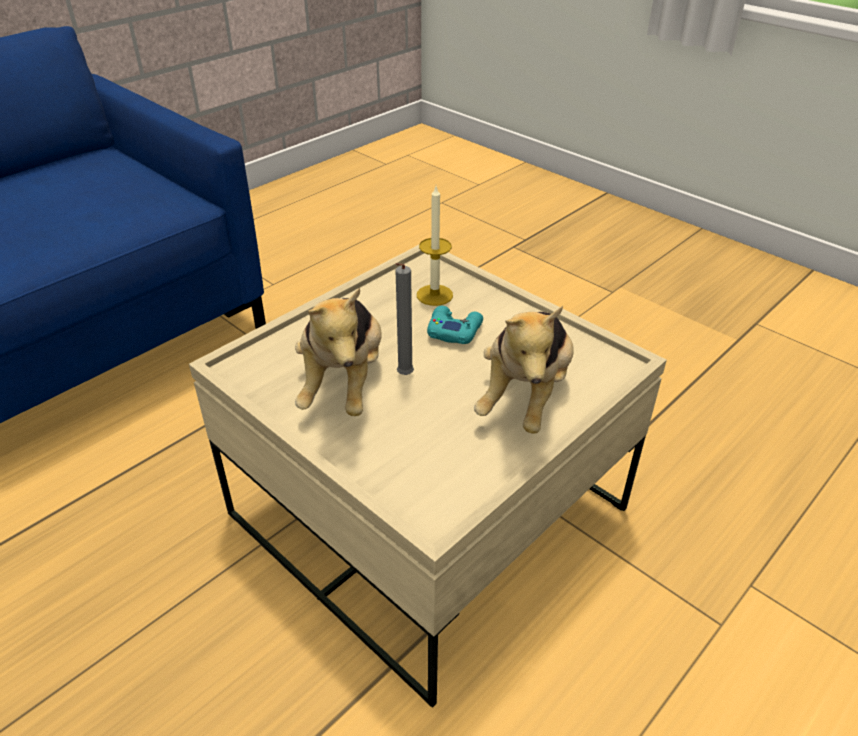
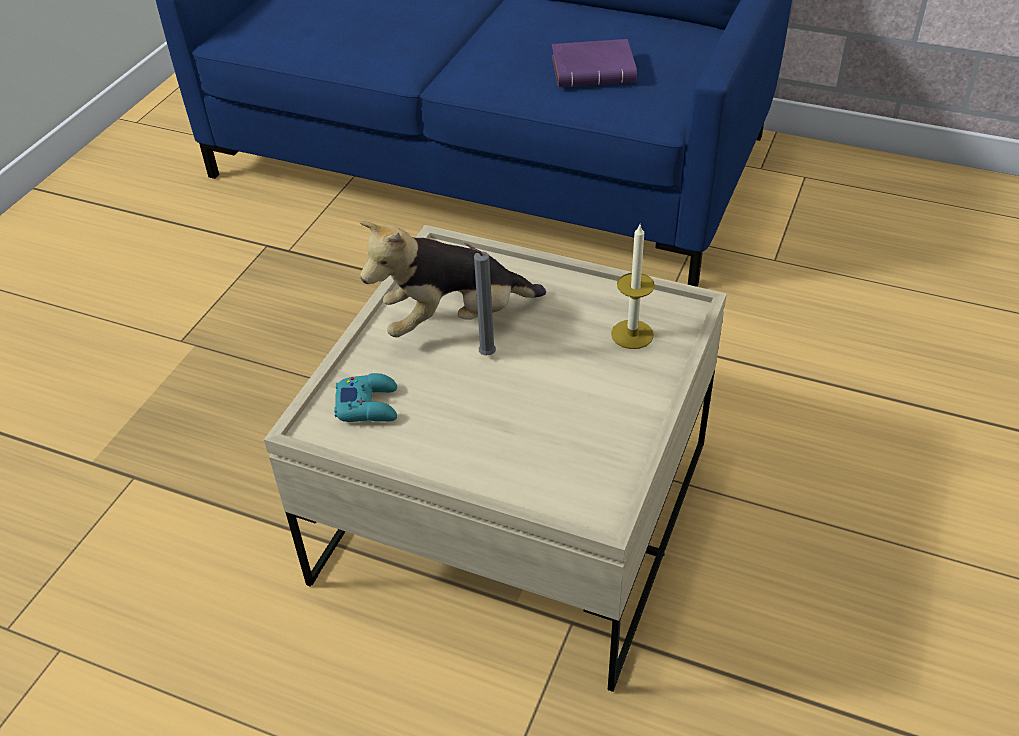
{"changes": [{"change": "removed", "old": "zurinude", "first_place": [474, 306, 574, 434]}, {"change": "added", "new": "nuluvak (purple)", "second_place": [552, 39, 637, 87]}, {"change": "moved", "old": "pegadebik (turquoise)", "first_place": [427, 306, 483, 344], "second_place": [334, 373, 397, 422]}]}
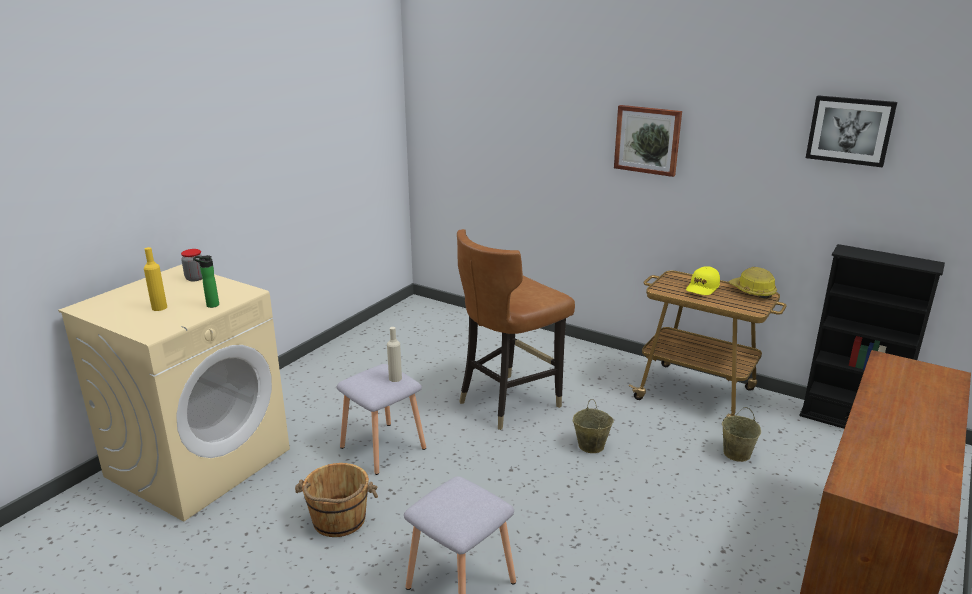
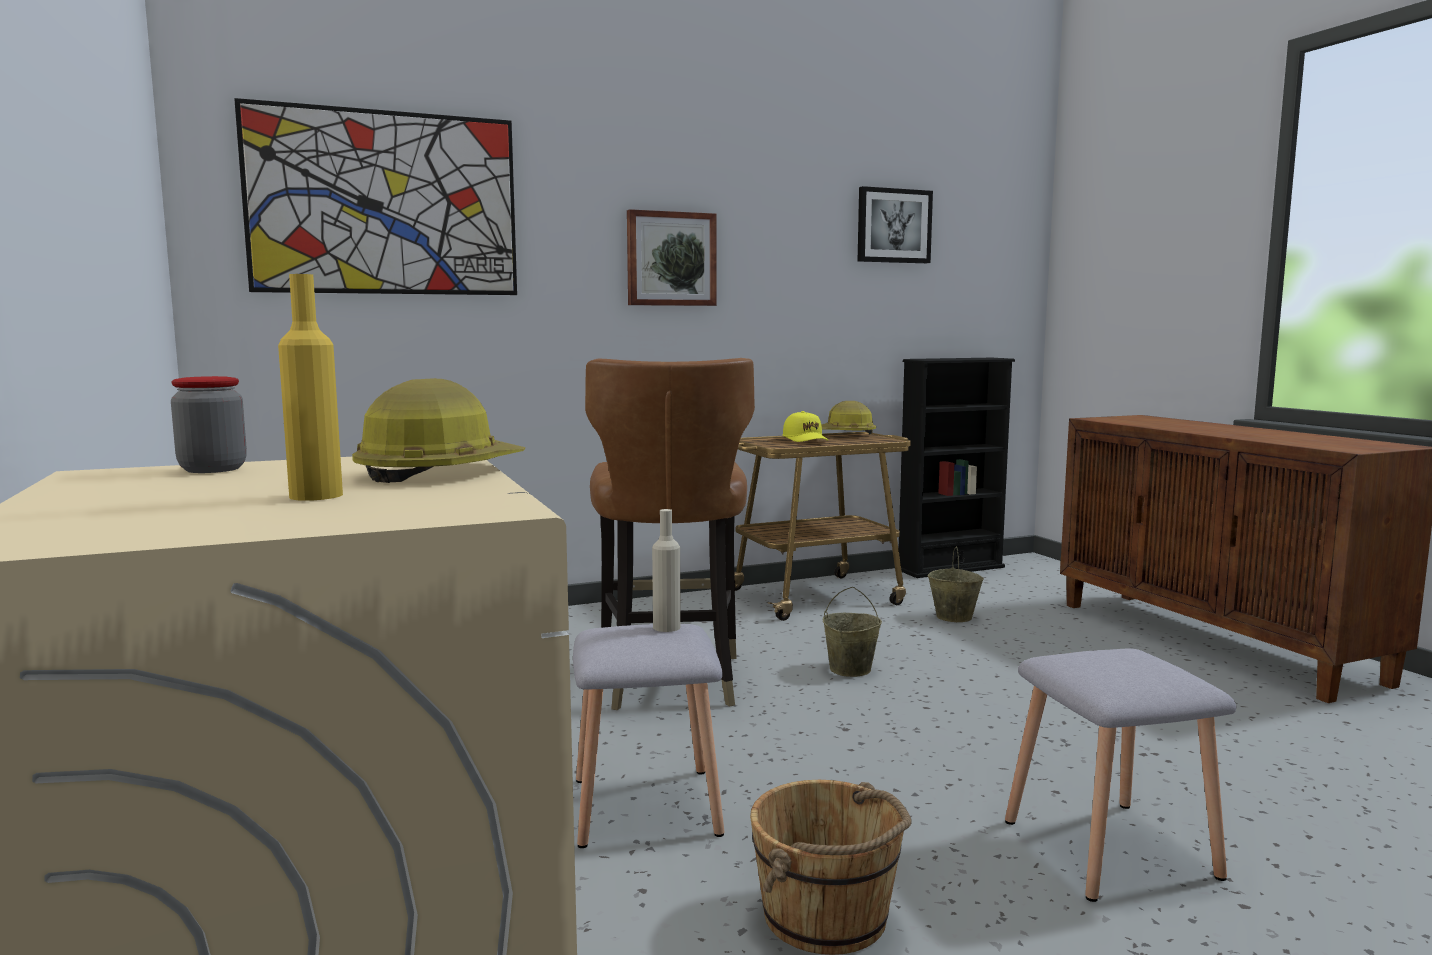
{"changes": [{"change": "added", "new": "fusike", "second_place": [234, 98, 517, 295]}, {"change": "replaced", "old": "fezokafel", "new": "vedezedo", "first_place": [193, 255, 219, 308], "second_place": [352, 378, 525, 483]}]}
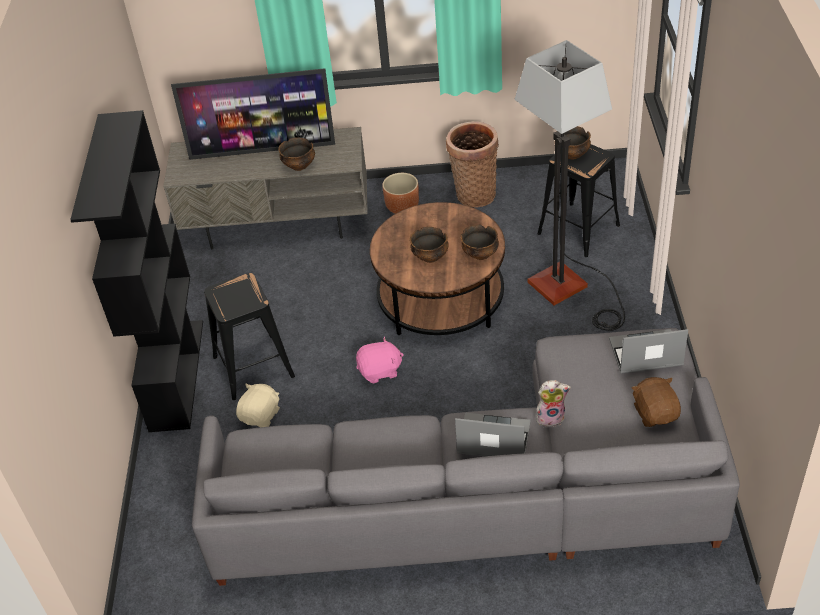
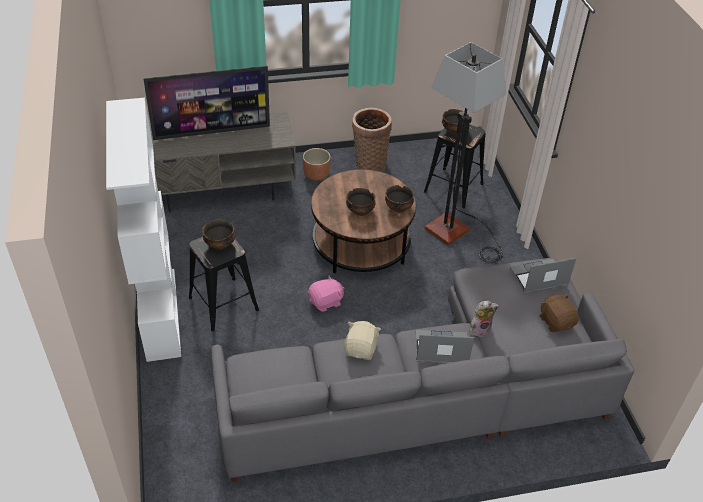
{"changes": [{"change": "moved", "old": "zurinude (beige)", "first_place": [236, 384, 280, 427], "second_place": [344, 321, 381, 360]}, {"change": "moved", "old": "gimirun", "first_place": [278, 138, 315, 171], "second_place": [202, 220, 235, 250]}, {"change": "recoloured", "old": "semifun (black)", "new": "semifun (white)", "first_place": [70, 110, 203, 432], "second_place": [106, 98, 181, 362]}]}
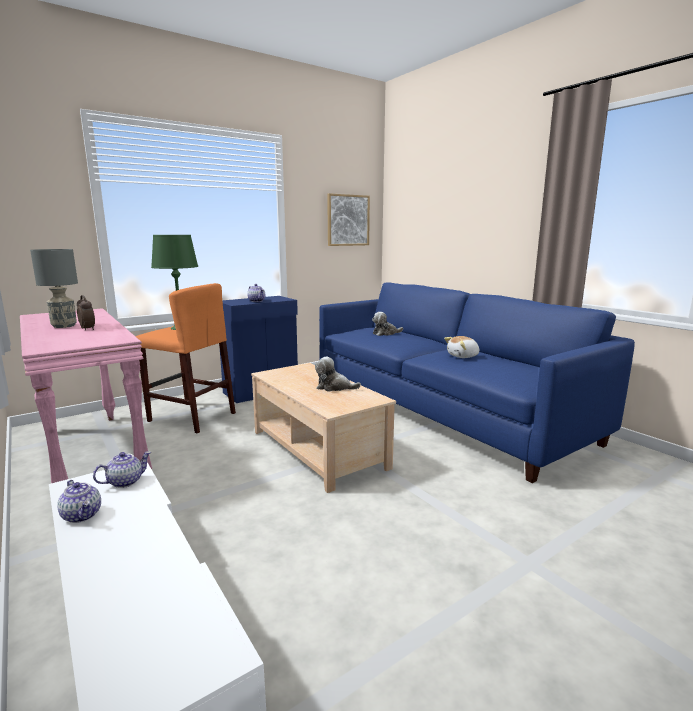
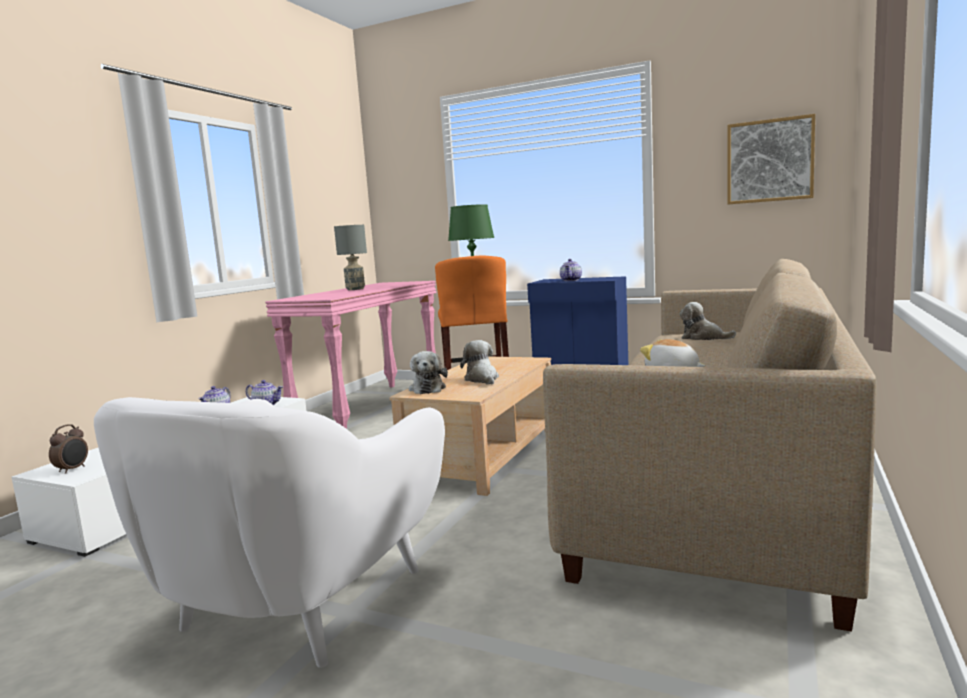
{"changes": [{"change": "added", "new": "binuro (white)", "second_place": [94, 397, 445, 668]}, {"change": "added", "new": "zurinude", "second_place": [409, 351, 448, 394]}, {"change": "moved", "old": "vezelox", "first_place": [77, 295, 95, 330], "second_place": [49, 424, 88, 474]}, {"change": "recoloured", "old": "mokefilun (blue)", "new": "mokefilun (beige)", "first_place": [319, 282, 635, 483], "second_place": [543, 259, 877, 632]}]}
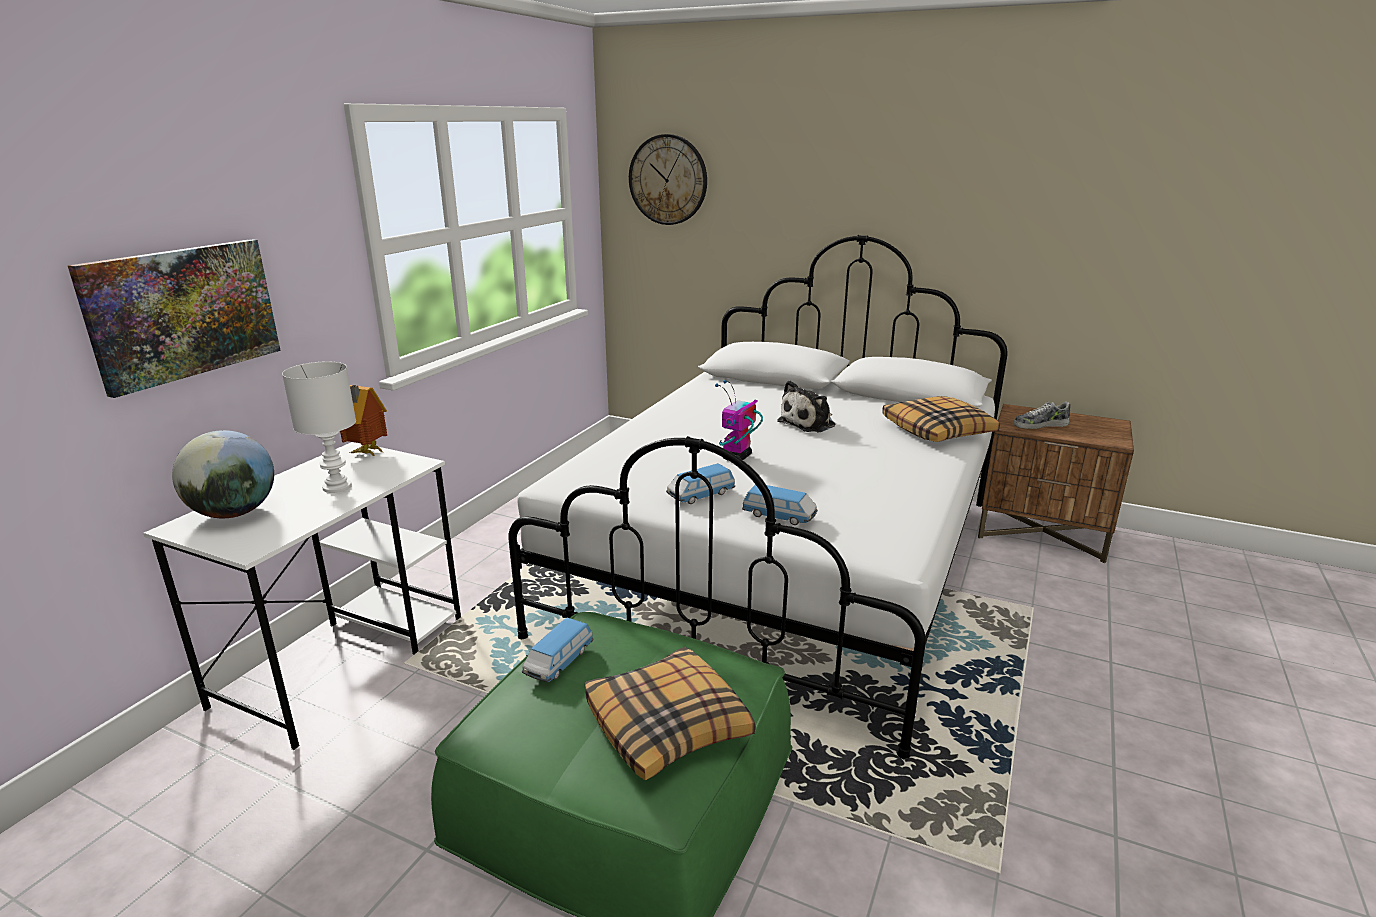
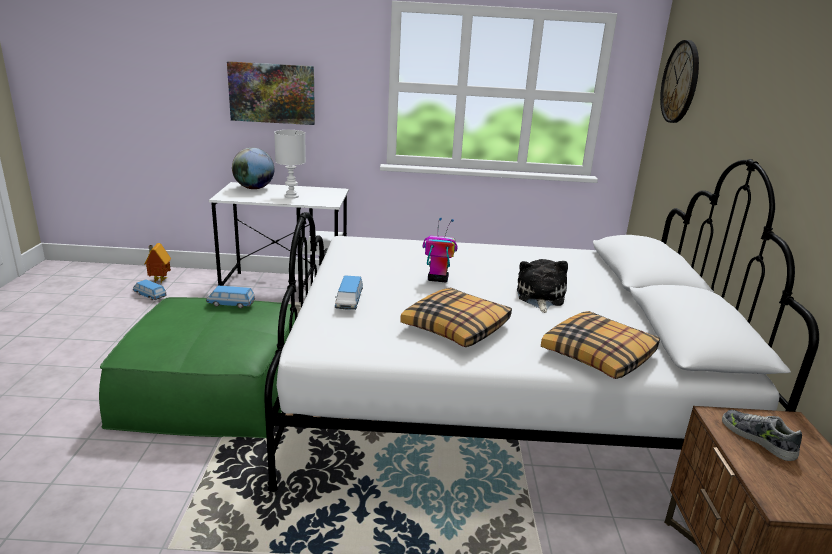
{"changes": [{"change": "moved", "old": "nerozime", "first_place": [340, 385, 387, 456], "second_place": [145, 243, 171, 283]}, {"change": "moved", "old": "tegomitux", "first_place": [585, 647, 755, 780], "second_place": [400, 287, 512, 347]}, {"change": "moved", "old": "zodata", "first_place": [666, 463, 735, 504], "second_place": [133, 280, 167, 300]}, {"change": "turned", "old": "zurinude", "first_place": [777, 380, 835, 432], "second_place": [517, 259, 568, 313], "degrees": 75}]}
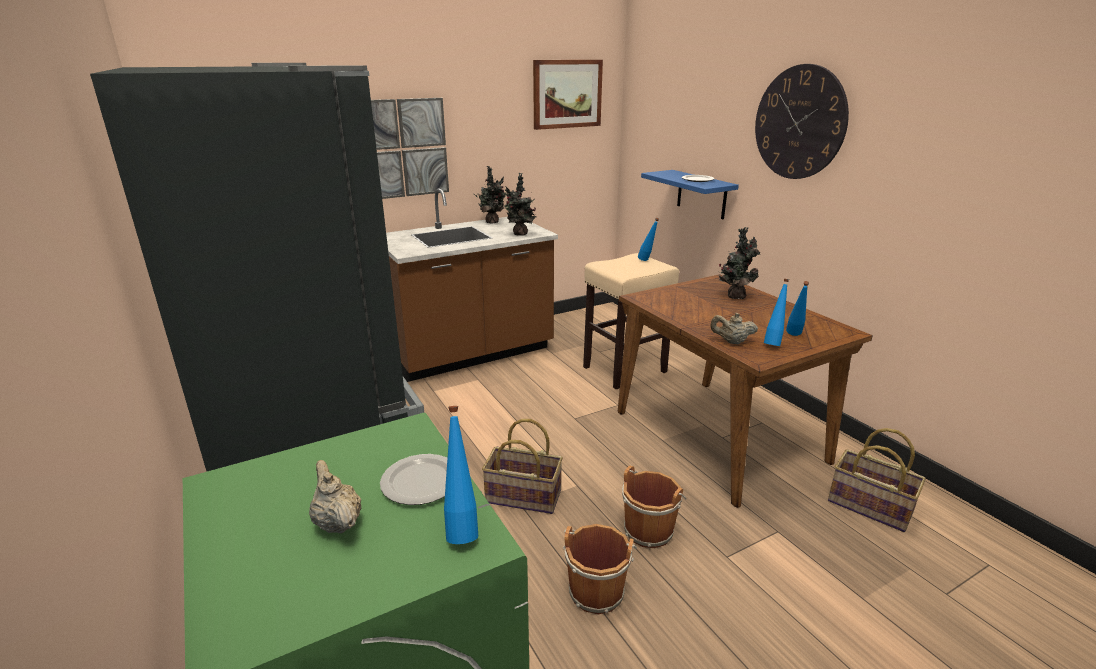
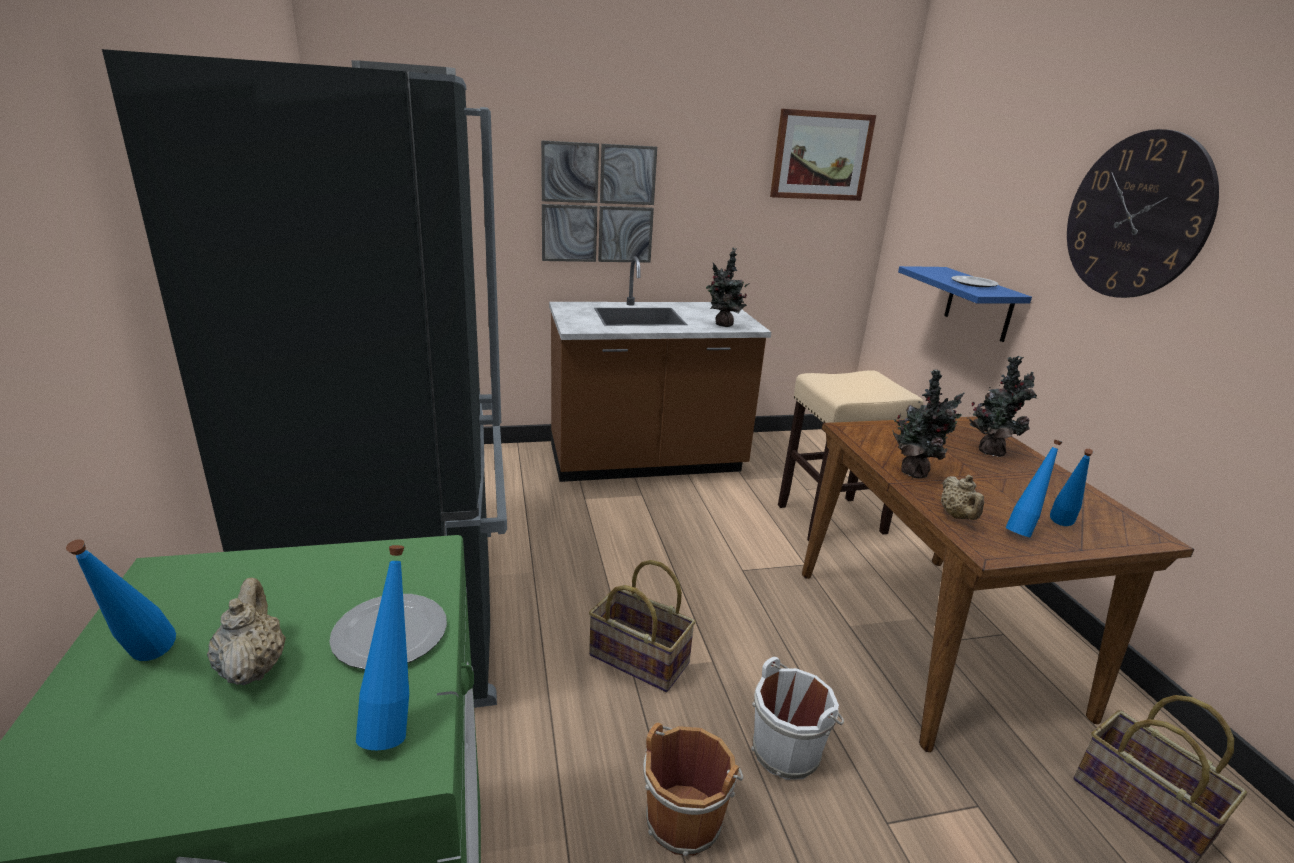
{"changes": [{"change": "moved", "old": "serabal", "first_place": [474, 166, 507, 224], "second_place": [892, 369, 964, 478]}, {"change": "moved", "old": "fezokafel (blue)", "first_place": [638, 218, 659, 261], "second_place": [66, 539, 176, 661]}, {"change": "recoloured", "old": "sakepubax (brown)", "new": "sakepubax (white)", "first_place": [622, 465, 687, 548], "second_place": [751, 657, 844, 780]}, {"change": "turned", "old": "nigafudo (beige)", "first_place": [710, 313, 758, 344], "second_place": [941, 475, 984, 520], "degrees": -120}]}
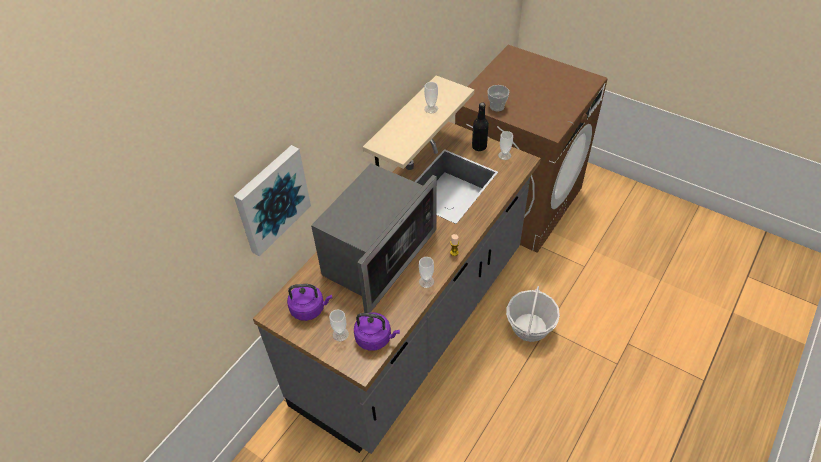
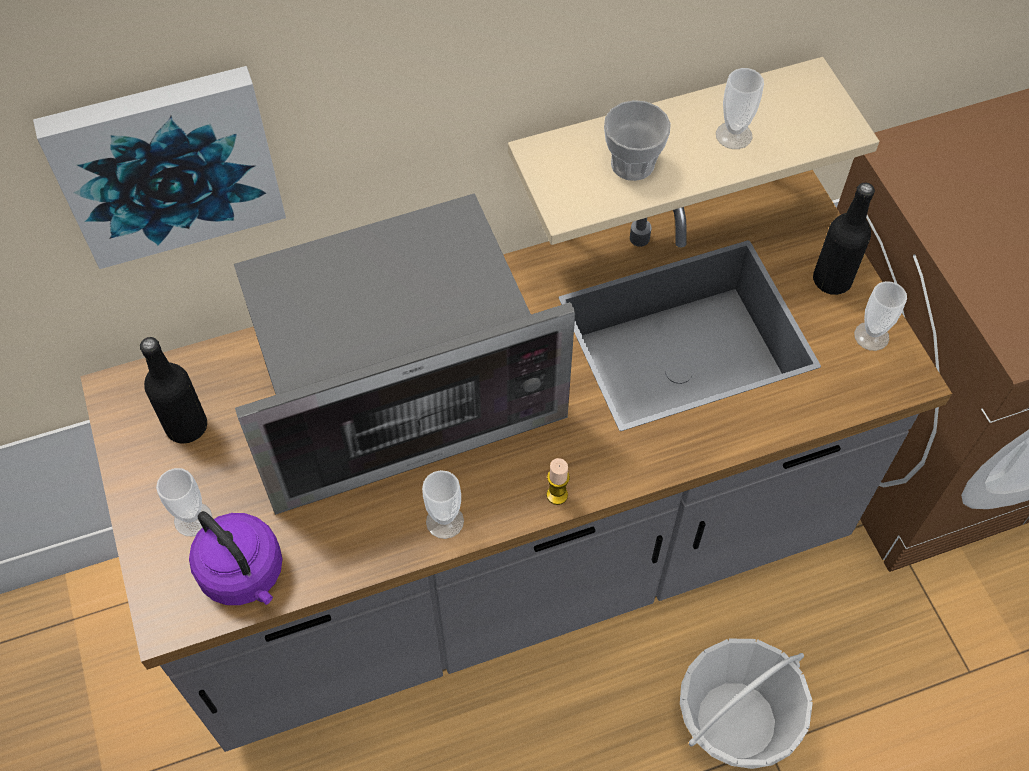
{"changes": [{"change": "moved", "old": "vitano", "first_place": [487, 85, 509, 111], "second_place": [604, 100, 671, 181]}, {"change": "replaced", "old": "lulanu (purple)", "new": "fezokafel (black)", "first_place": [287, 284, 332, 321], "second_place": [140, 337, 207, 444]}]}
